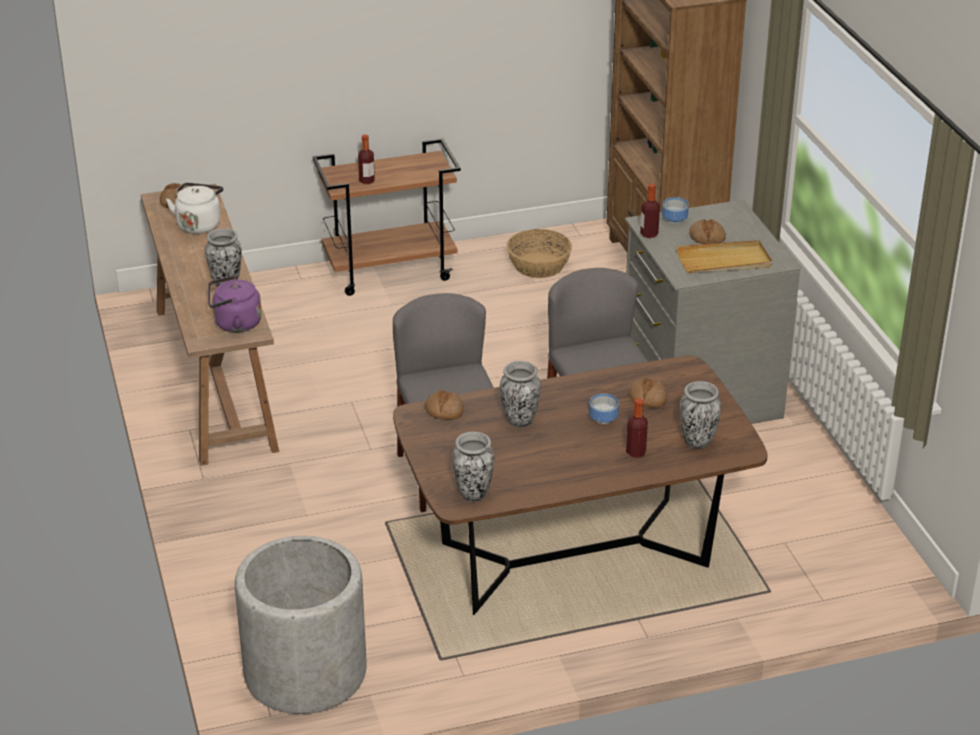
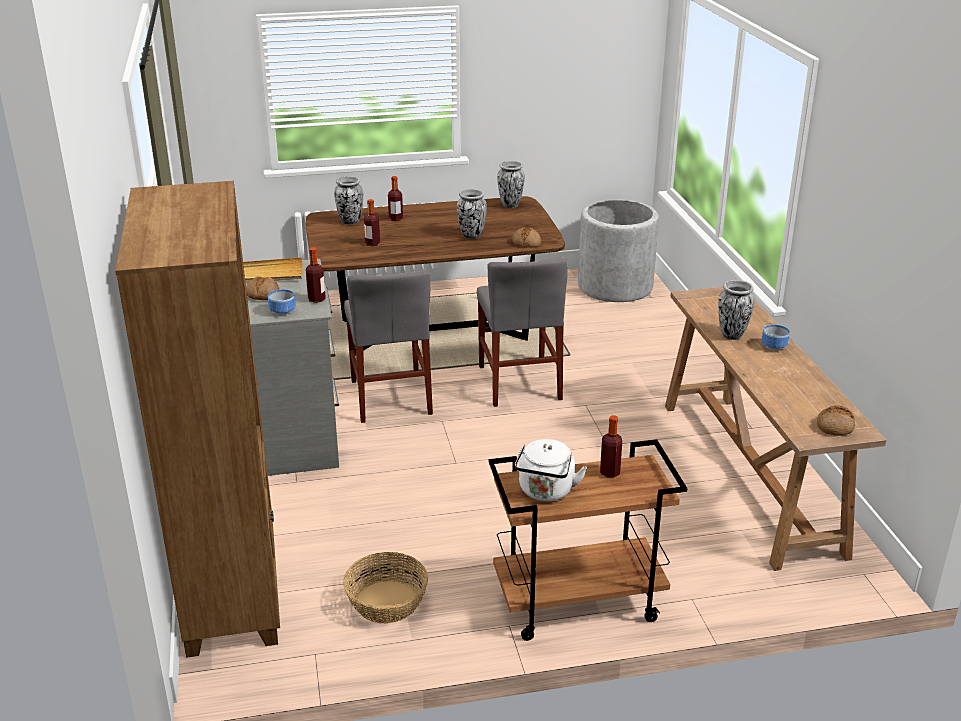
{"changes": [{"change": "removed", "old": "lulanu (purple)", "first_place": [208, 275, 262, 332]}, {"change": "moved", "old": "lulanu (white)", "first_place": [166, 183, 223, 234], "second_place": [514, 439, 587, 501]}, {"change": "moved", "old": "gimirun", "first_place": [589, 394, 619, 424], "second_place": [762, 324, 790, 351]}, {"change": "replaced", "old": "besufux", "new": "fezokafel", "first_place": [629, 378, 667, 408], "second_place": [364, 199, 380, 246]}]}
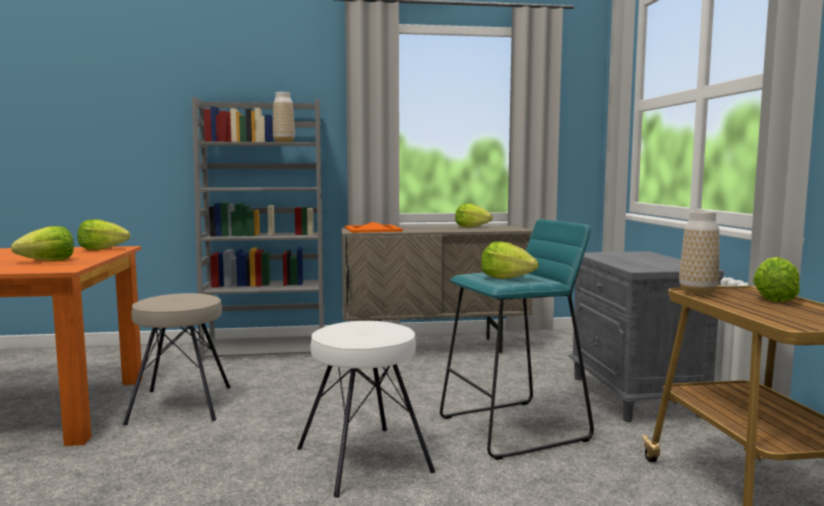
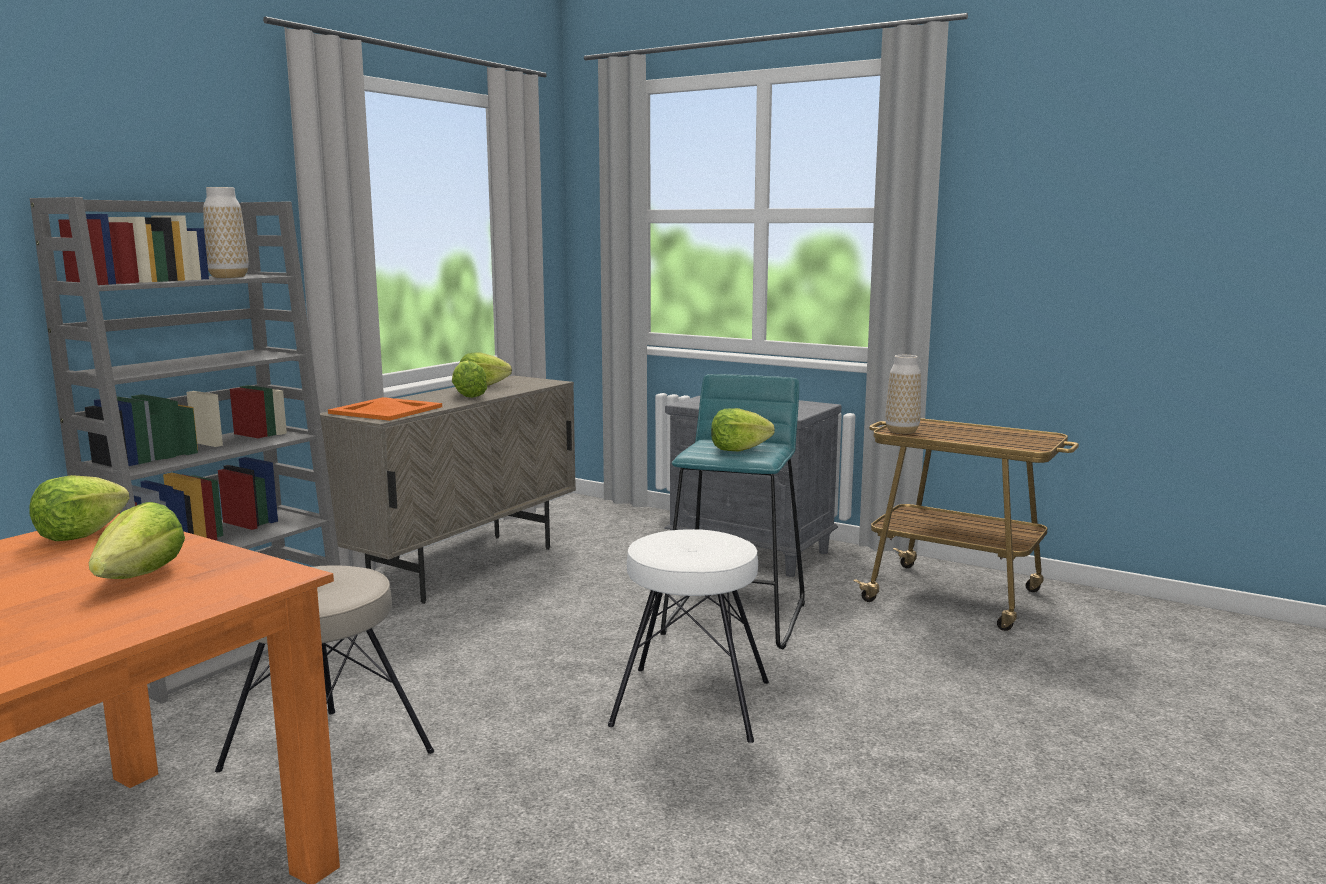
{"changes": [{"change": "moved", "old": "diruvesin", "first_place": [753, 257, 800, 302], "second_place": [452, 360, 487, 398]}]}
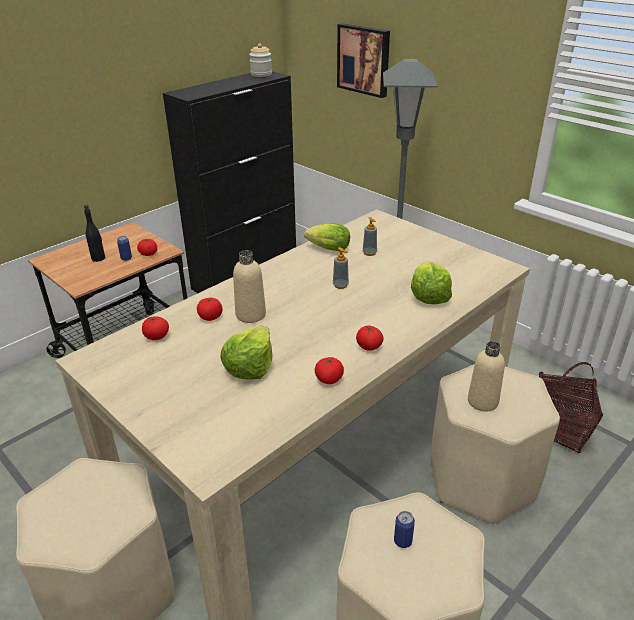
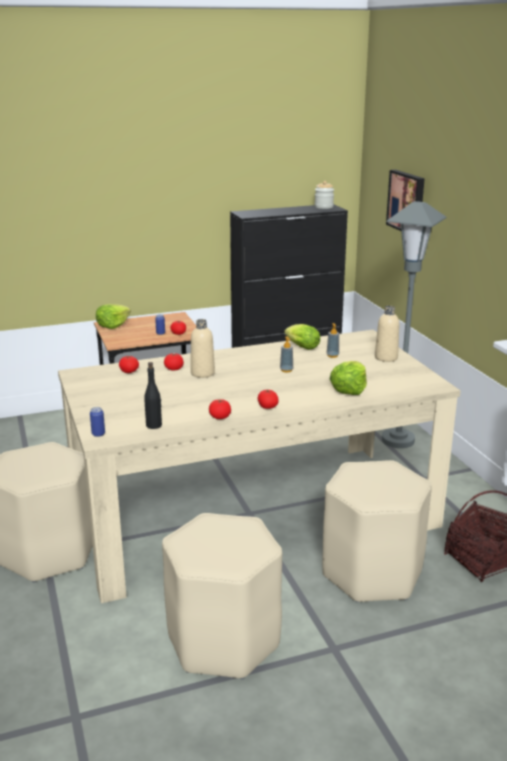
{"changes": [{"change": "moved", "old": "fezokafel (black)", "first_place": [84, 205, 105, 262], "second_place": [144, 362, 162, 429]}, {"change": "moved", "old": "diruvesin", "first_place": [221, 326, 273, 380], "second_place": [96, 304, 131, 329]}, {"change": "moved", "old": "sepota", "first_place": [394, 511, 415, 548], "second_place": [90, 407, 105, 437]}, {"change": "moved", "old": "fezokafel (beige)", "first_place": [468, 341, 505, 412], "second_place": [375, 306, 399, 362]}]}
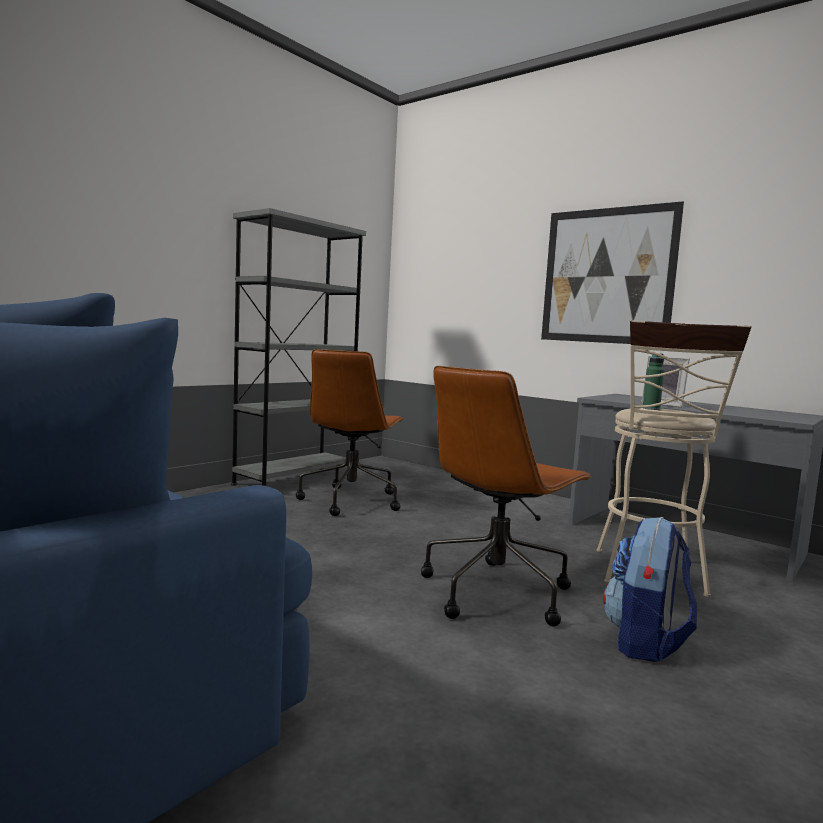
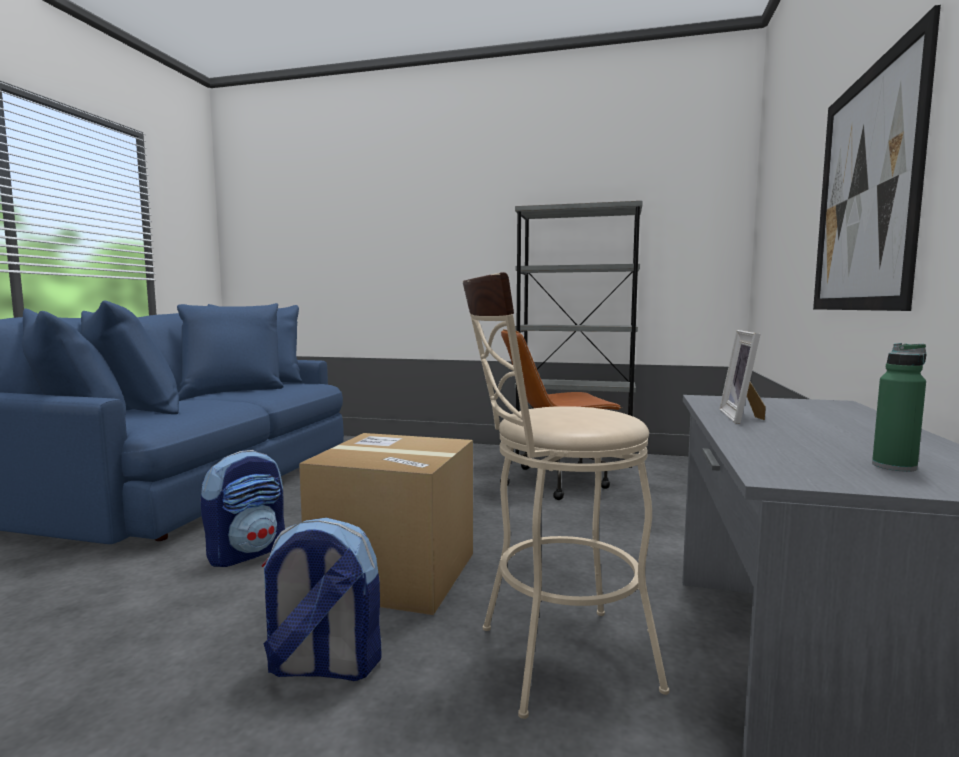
{"changes": [{"change": "added", "new": "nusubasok", "second_place": [201, 450, 285, 567]}, {"change": "moved", "old": "fezokafel (green)", "first_place": [643, 354, 664, 410], "second_place": [872, 343, 927, 472]}, {"change": "replaced", "old": "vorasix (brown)", "new": "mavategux", "first_place": [421, 366, 592, 627], "second_place": [299, 433, 473, 615]}]}
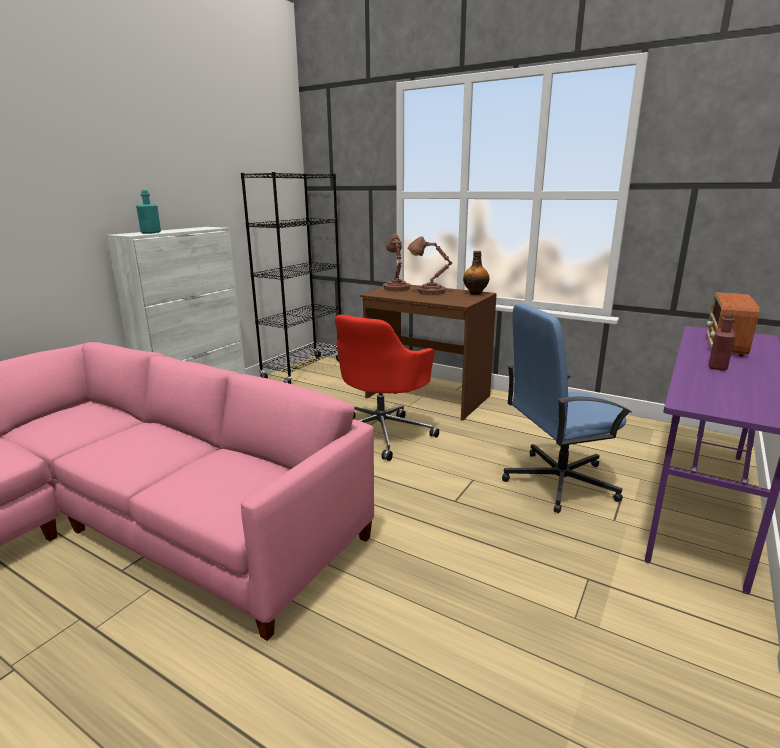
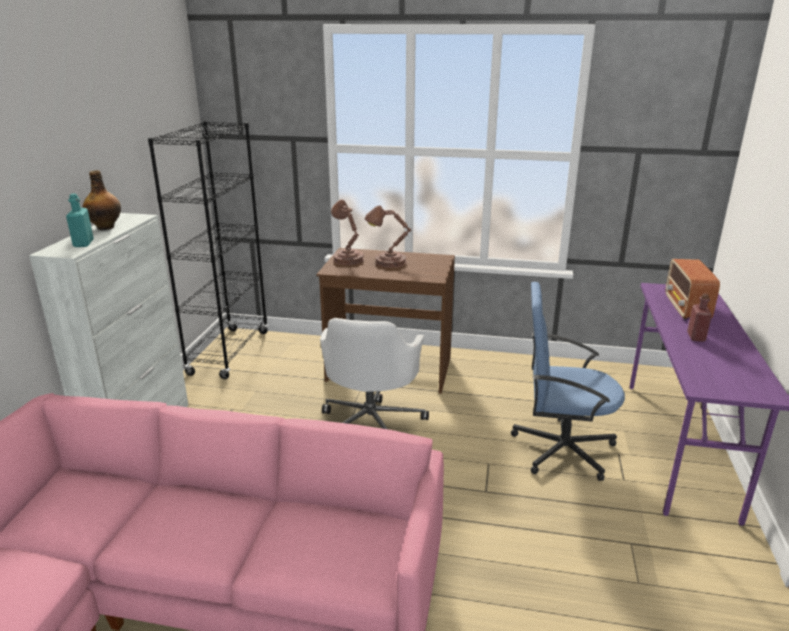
{"changes": [{"change": "moved", "old": "fezokafel", "first_place": [463, 251, 490, 295], "second_place": [83, 170, 121, 230]}, {"change": "recoloured", "old": "vorasix (red)", "new": "vorasix (white)", "first_place": [335, 315, 439, 461], "second_place": [320, 318, 429, 429]}, {"change": "turned", "old": "vorasix (blue)", "first_place": [502, 303, 632, 513], "second_place": [511, 282, 625, 481], "degrees": 45}]}
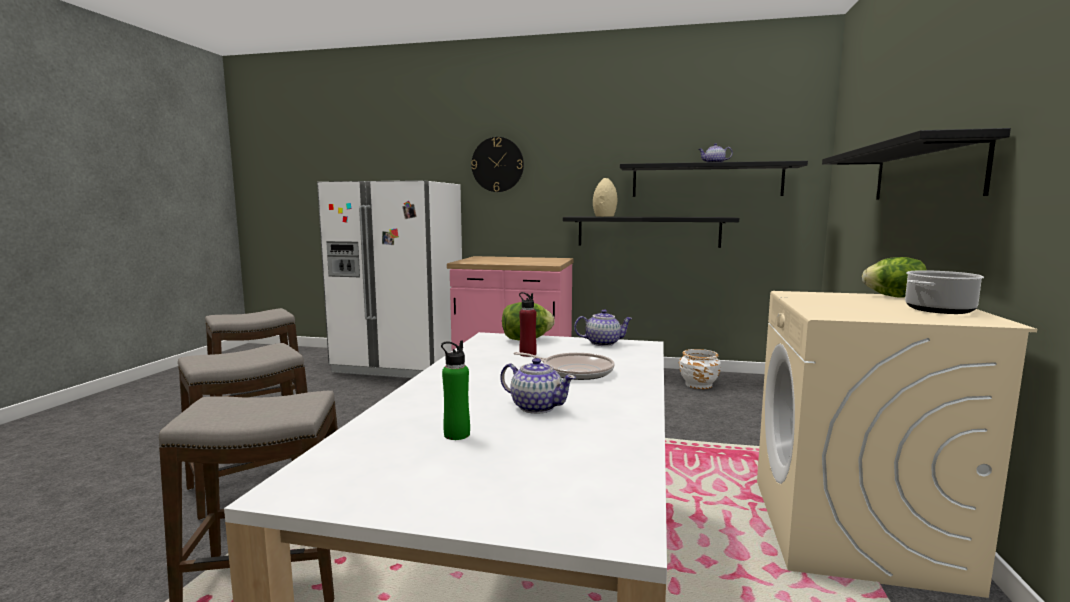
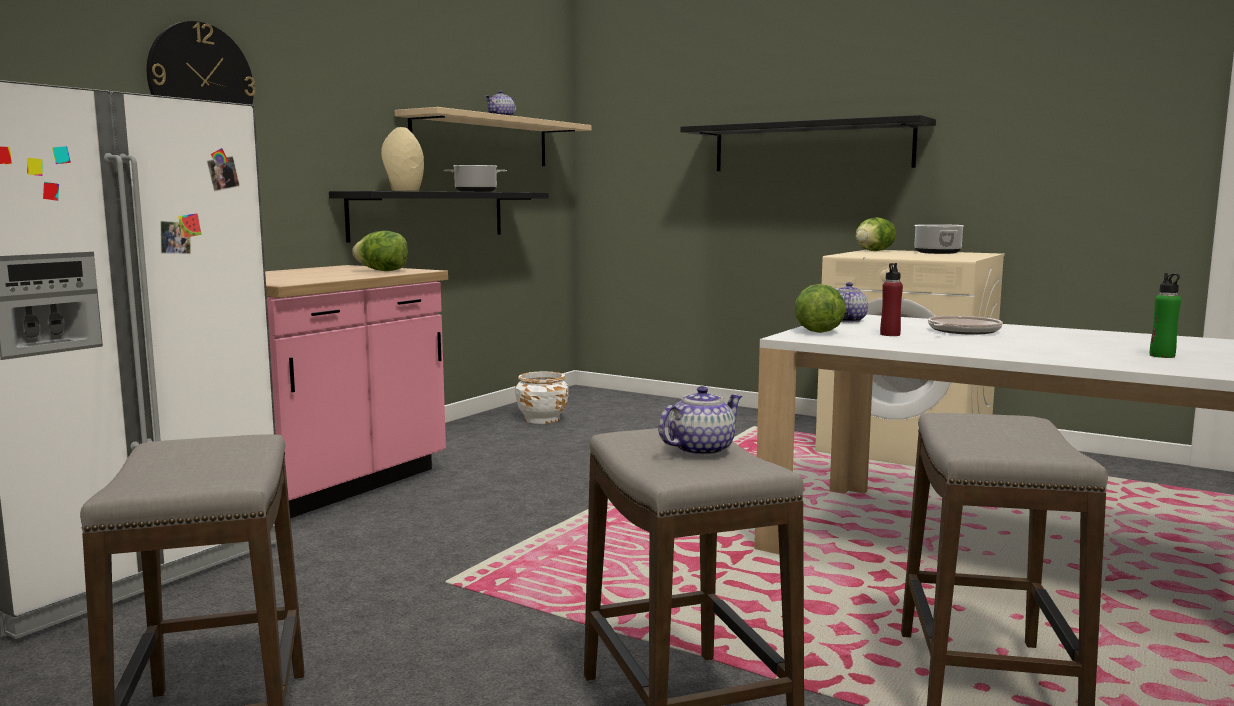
{"changes": [{"change": "added", "new": "diruvesin", "second_place": [352, 231, 408, 271]}, {"change": "added", "new": "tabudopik", "second_place": [444, 165, 507, 192]}, {"change": "moved", "old": "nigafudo", "first_place": [500, 358, 576, 414], "second_place": [658, 386, 742, 456]}, {"change": "recoloured", "old": "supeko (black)", "new": "supeko (beige)", "first_place": [620, 161, 808, 197], "second_place": [395, 107, 592, 166]}]}
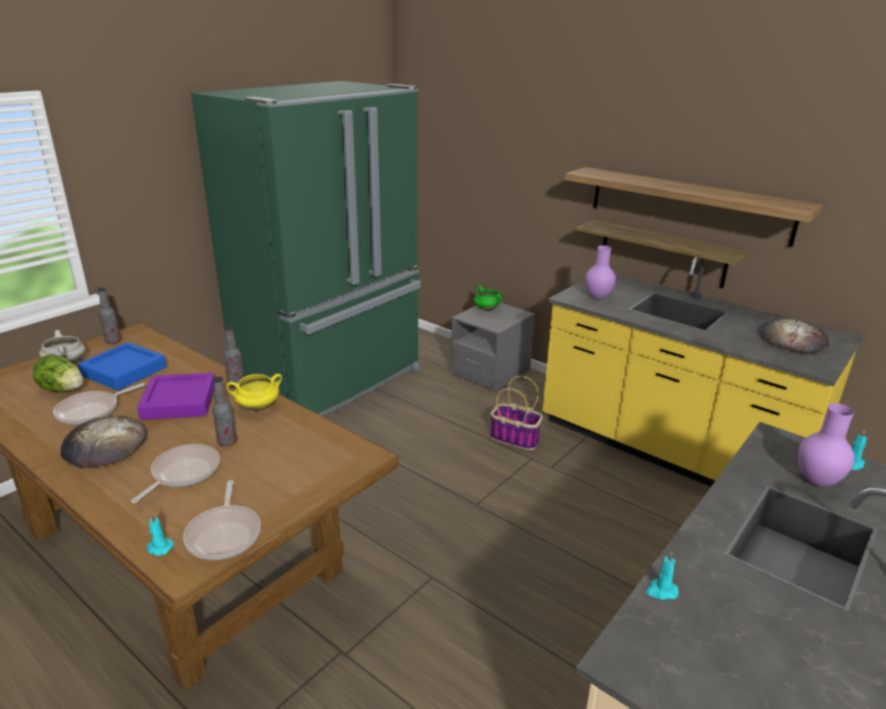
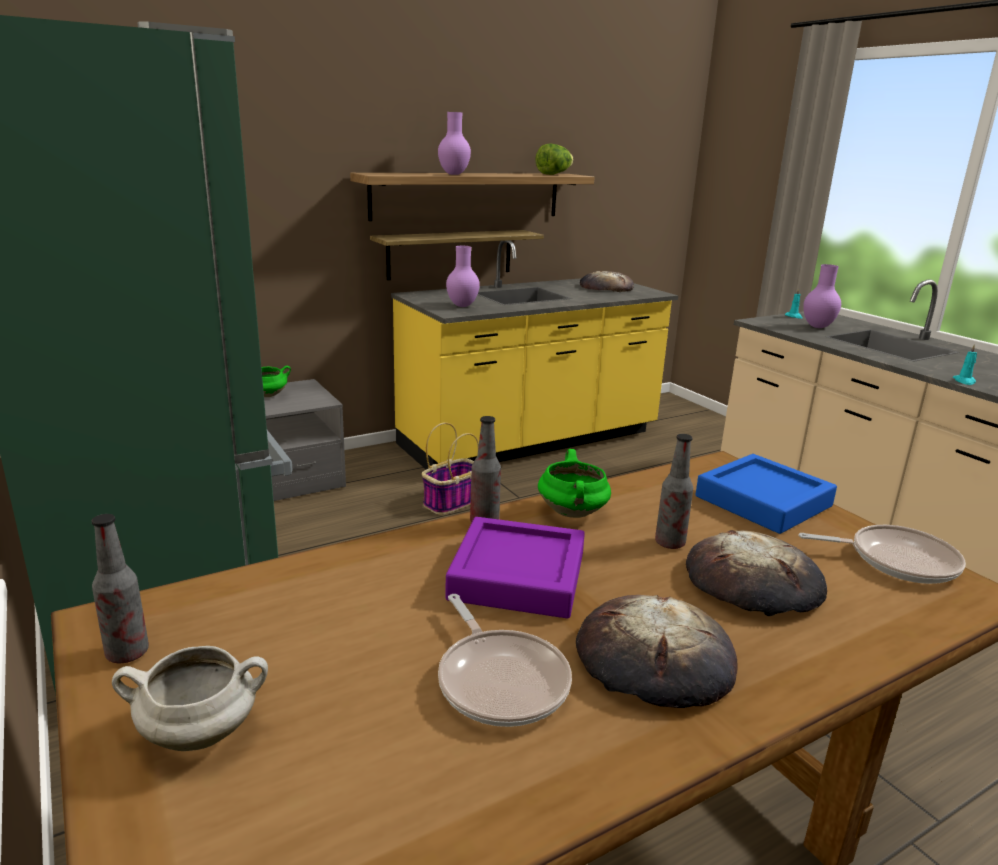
{"changes": [{"change": "removed", "old": "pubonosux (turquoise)", "first_place": [147, 513, 174, 556]}, {"change": "added", "new": "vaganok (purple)", "second_place": [438, 112, 471, 175]}, {"change": "moved", "old": "diruvesin", "first_place": [33, 354, 83, 392], "second_place": [535, 144, 573, 175]}, {"change": "moved", "old": "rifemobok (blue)", "first_place": [78, 342, 167, 391], "second_place": [696, 454, 837, 534]}, {"change": "replaced", "old": "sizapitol", "new": "besufux", "first_place": [131, 444, 220, 503], "second_place": [686, 530, 827, 616]}, {"change": "recoloured", "old": "tabudopik (yellow)", "new": "tabudopik (green)", "first_place": [226, 374, 282, 411], "second_place": [538, 449, 611, 518]}]}
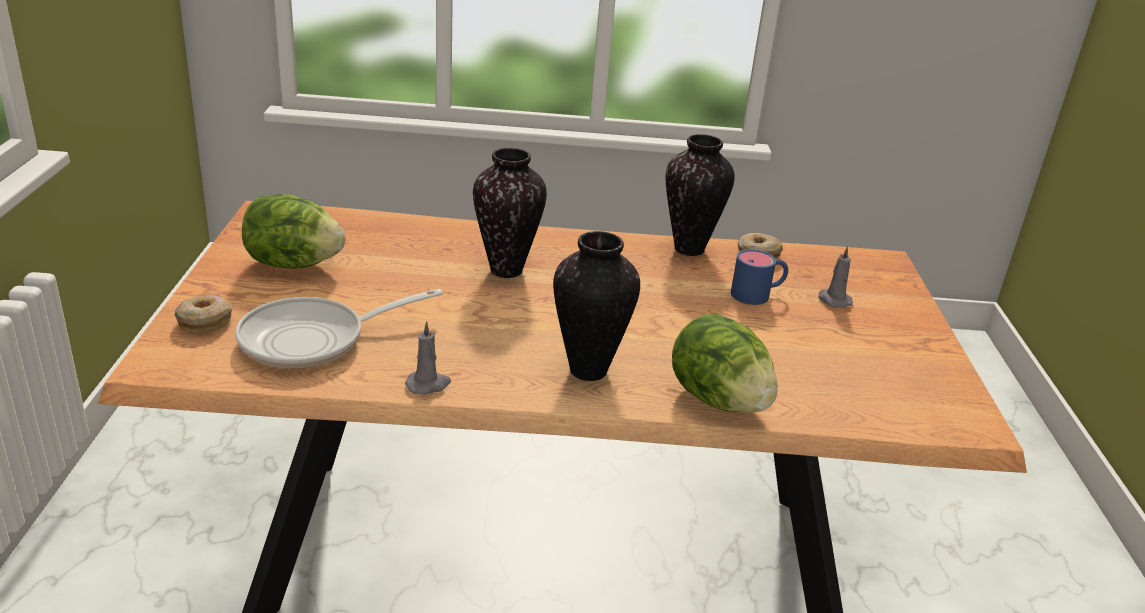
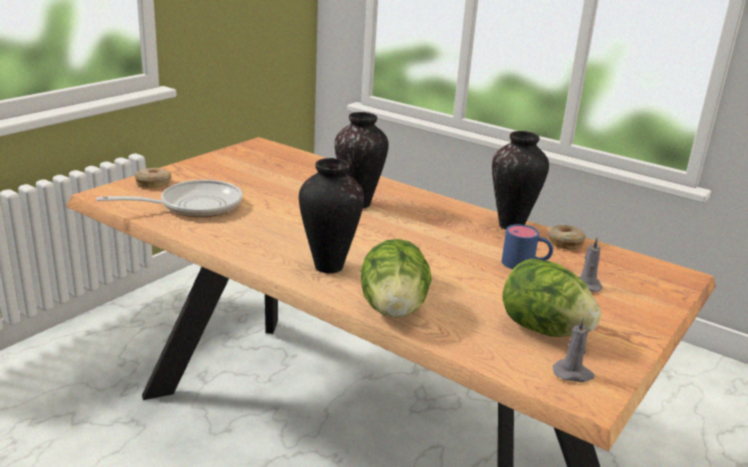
{"changes": [{"change": "moved", "old": "diruvesin", "first_place": [242, 194, 345, 268], "second_place": [502, 258, 601, 337]}, {"change": "moved", "old": "pubonosux (grey)", "first_place": [405, 321, 451, 395], "second_place": [553, 316, 595, 382]}, {"change": "turned", "old": "sizapitol", "first_place": [235, 289, 443, 369], "second_place": [97, 180, 242, 217], "degrees": 150}]}
